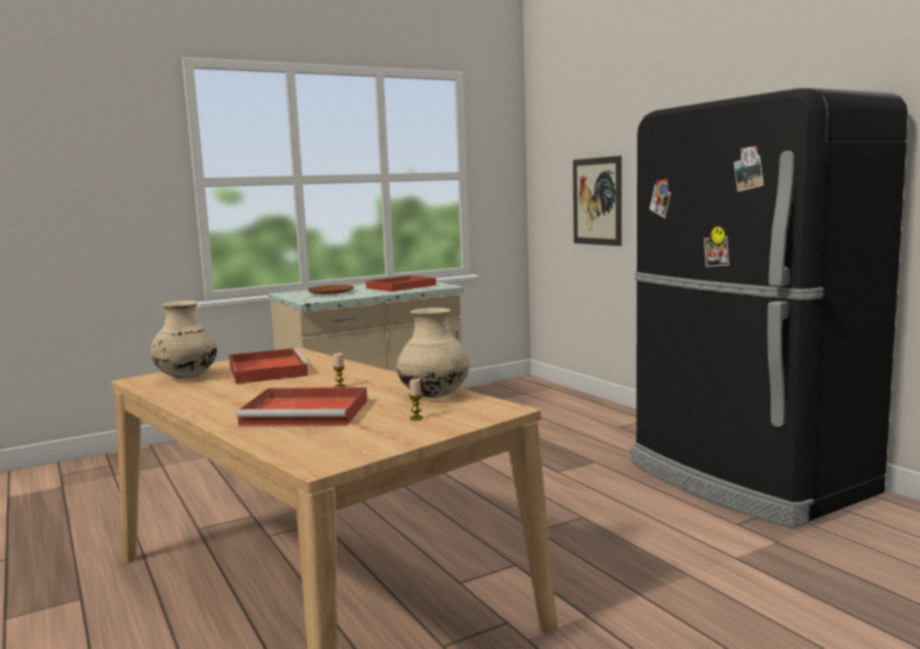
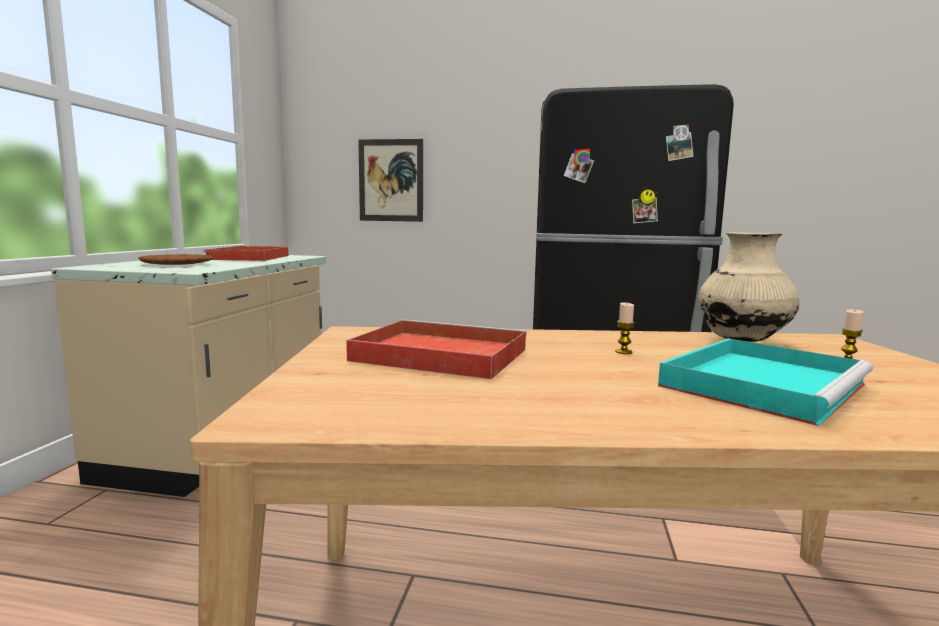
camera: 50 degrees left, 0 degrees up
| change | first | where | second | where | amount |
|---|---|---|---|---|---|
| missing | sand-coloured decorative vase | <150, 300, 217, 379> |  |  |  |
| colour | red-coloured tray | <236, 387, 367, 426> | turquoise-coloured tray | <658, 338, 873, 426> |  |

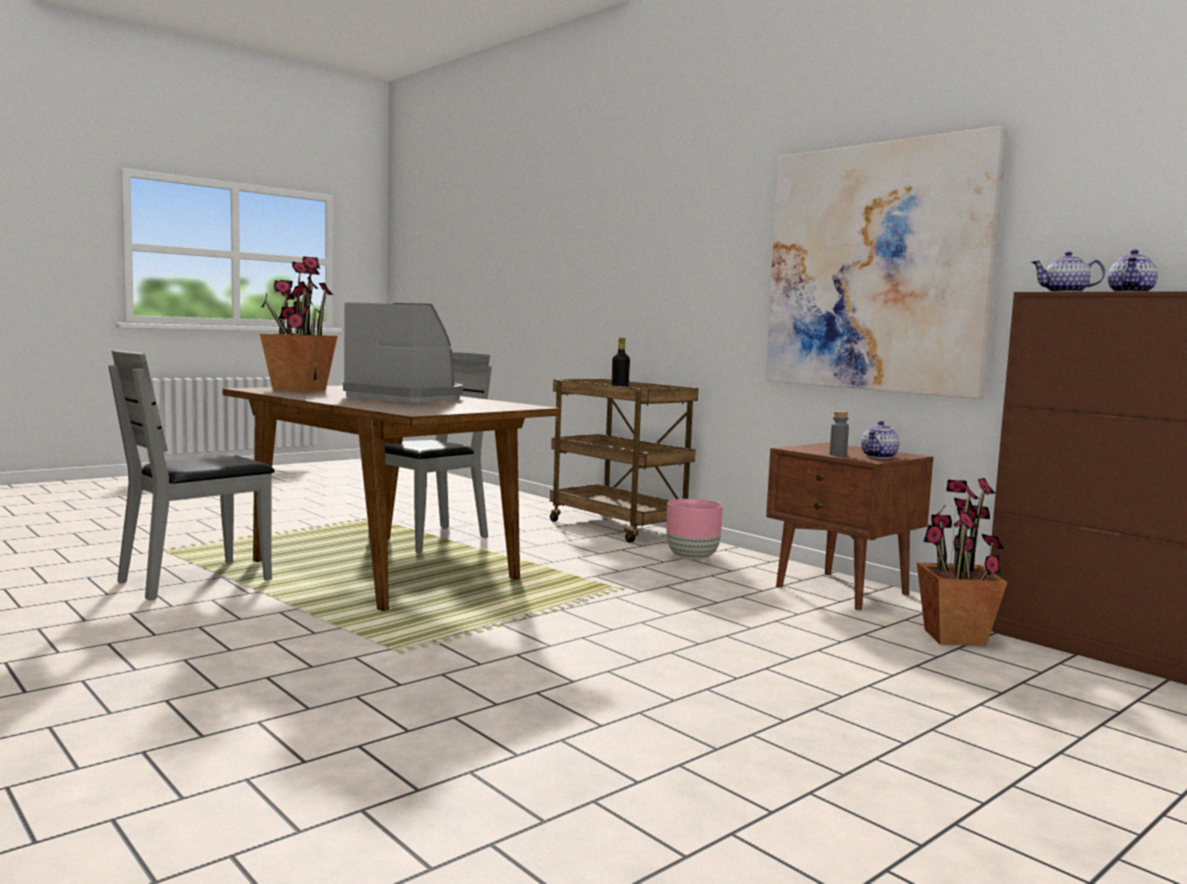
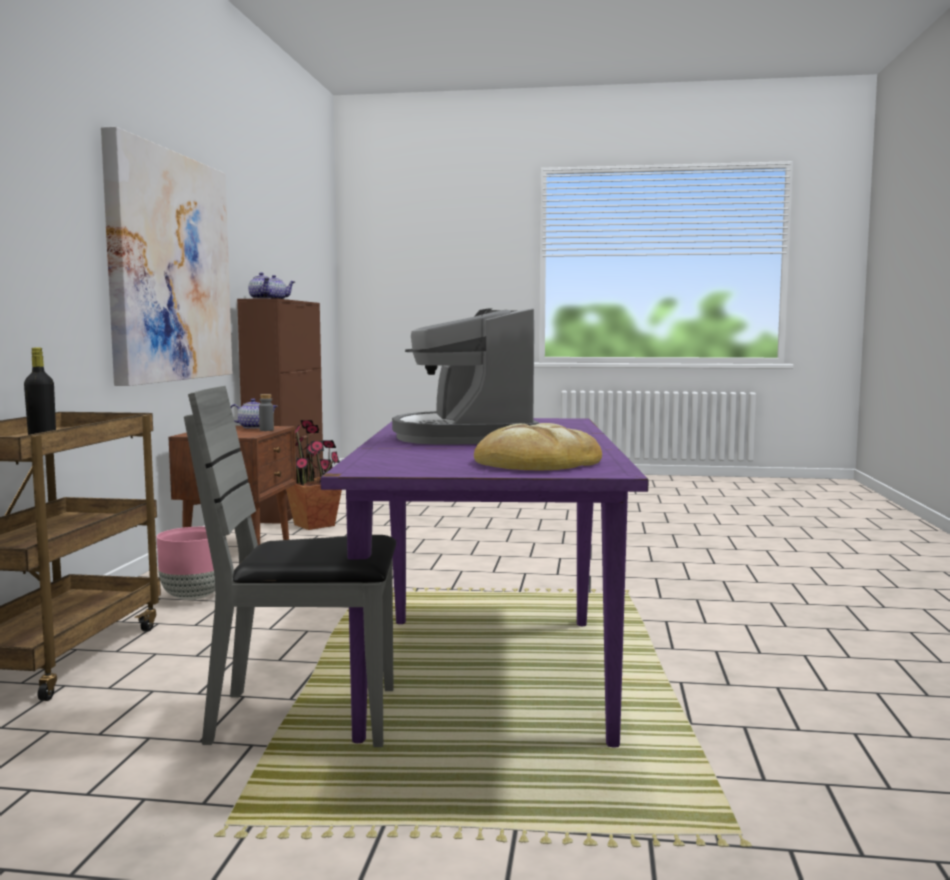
camera: 130 degrees left, 0 degrees up
| change | first | where | second | where | amount |
|---|---|---|---|---|---|
| exchanged | houseplant | <260, 256, 338, 392> | bakery bread | <474, 423, 602, 471> |  |
| missing | greyish plain chair | <108, 350, 275, 600> |  |  |  |
| colour | brownish kitchen table | <223, 386, 561, 611> | purplish kitchen table | <320, 418, 649, 748> |  |

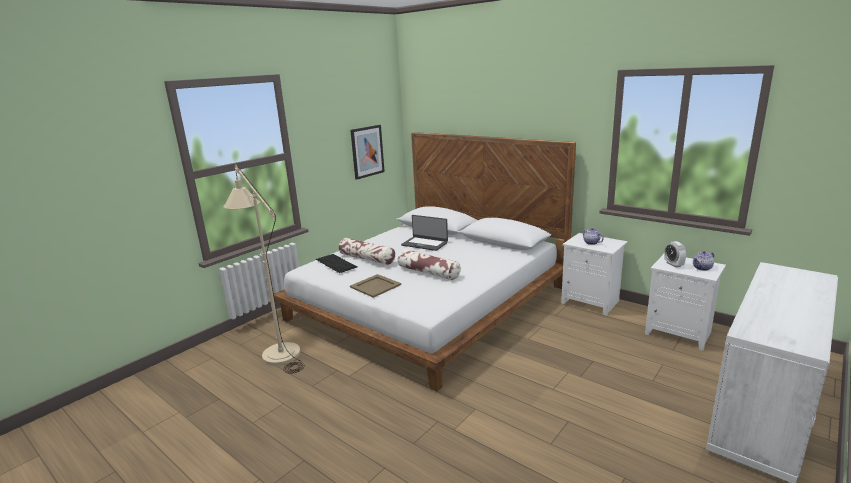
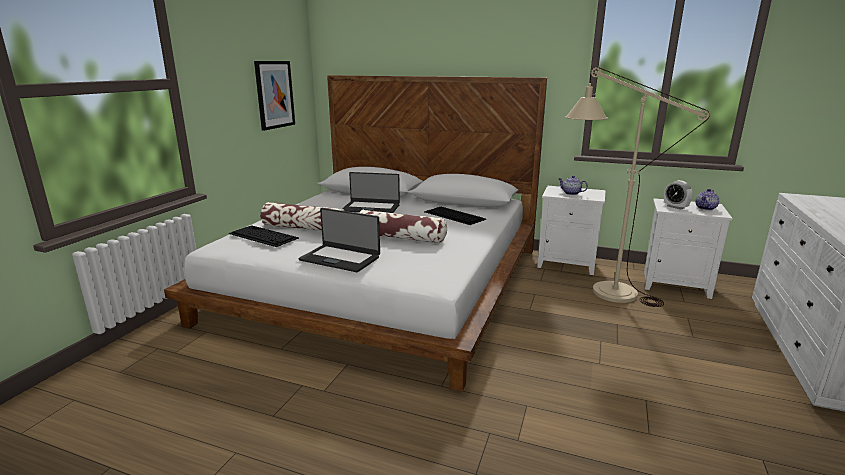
camera: 20 degrees left, 0 degrees up
| change | first | where | second | where | amount |
|---|---|---|---|---|---|
| relocated | sand-coloured standing lamp | <223, 164, 305, 374> |  | <565, 67, 710, 307> |  |
| exchanged | sand-coloured tray | <350, 274, 401, 298> | laptop | <298, 208, 380, 272> |  |
| appeared |  |  | PC keyboard | <424, 207, 486, 225> |  |

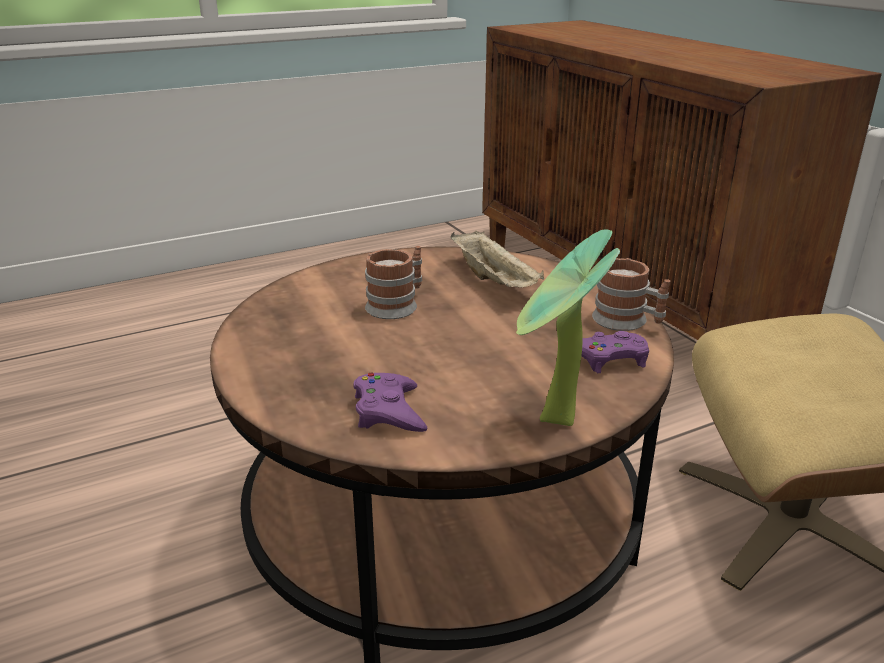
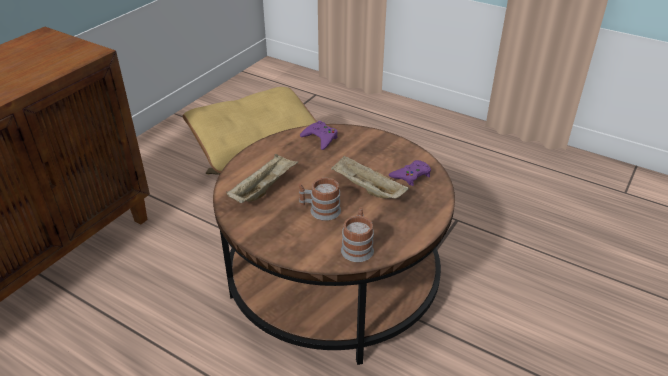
camera: 120 degrees left, 10 degrees up
| change | first | where | second | where | amount |
|---|---|---|---|---|---|
| missing | houseplant | <516, 229, 620, 426> |  |  |  |
| relocated | coffee mug | <592, 258, 671, 331> |  | <341, 207, 374, 262> |  |
| appeared |  |  | sand-coloured tray | <331, 155, 409, 199> |  |

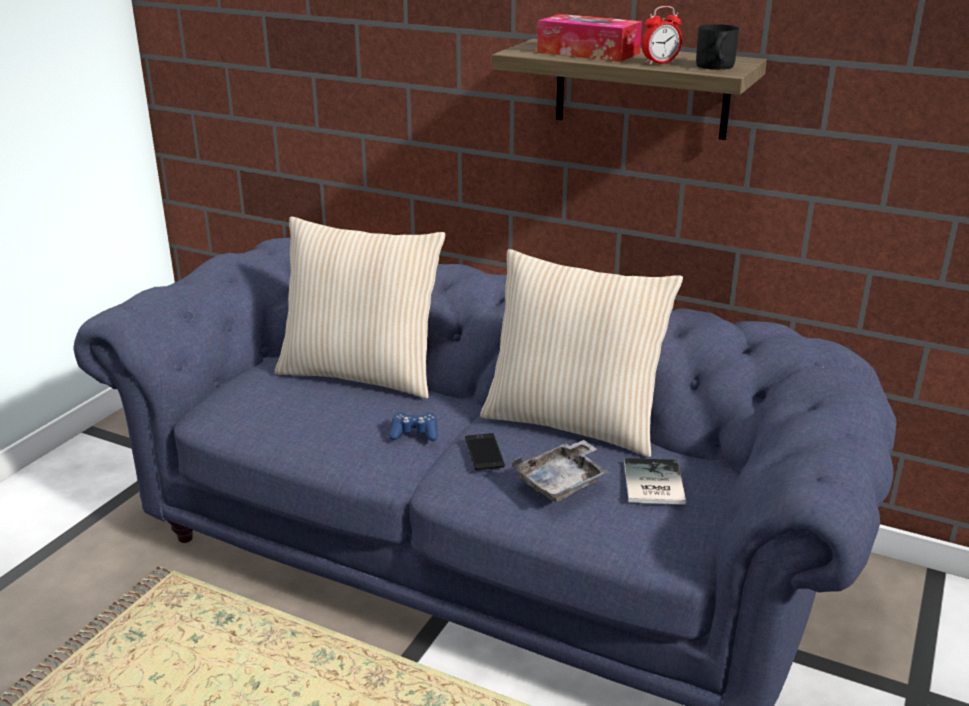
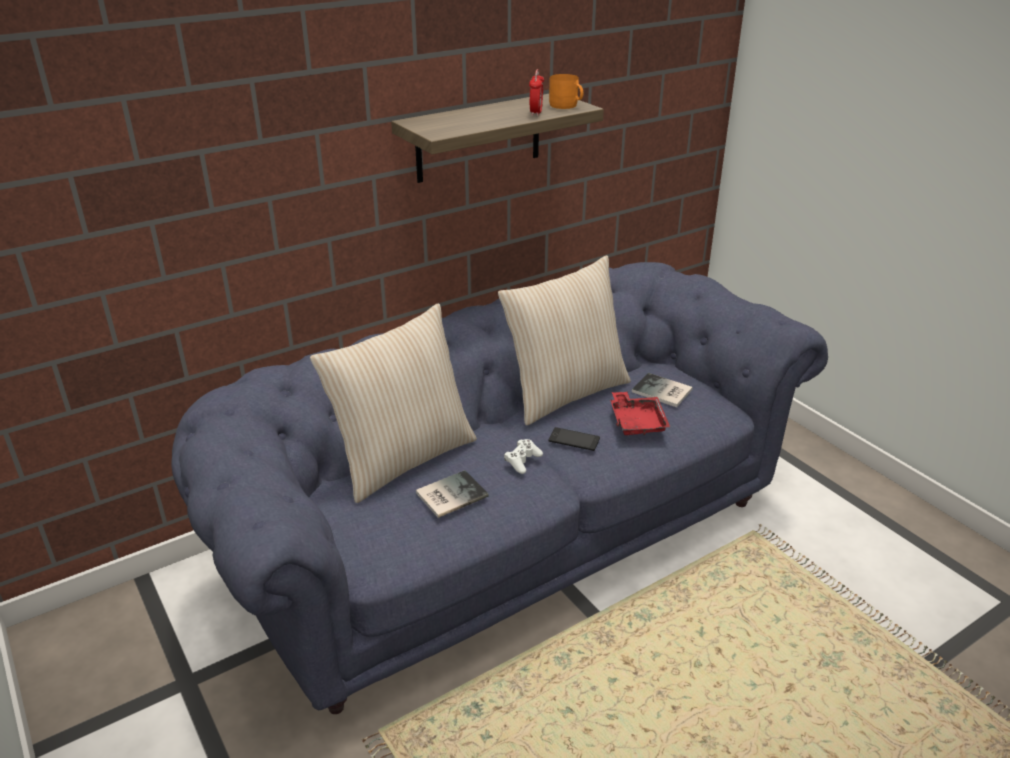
camera: 60 degrees left, 5 degrees up
| change | first | where | second | where | amount |
|---|---|---|---|---|---|
| missing | tissue holder | <537, 14, 642, 62> |  |  |  |
| colour | black-coloured coffee mug | <696, 24, 739, 70> | orangey coffee mug | <549, 74, 583, 109> |  |
| colour | blue-coloured joypad | <389, 412, 438, 441> | white joypad | <504, 439, 543, 474> |  |
| colour | greyish tray | <512, 440, 610, 502> | red-coloured tray | <610, 392, 670, 435> |  |
| appeared |  |  | book | <416, 470, 489, 518> |  |

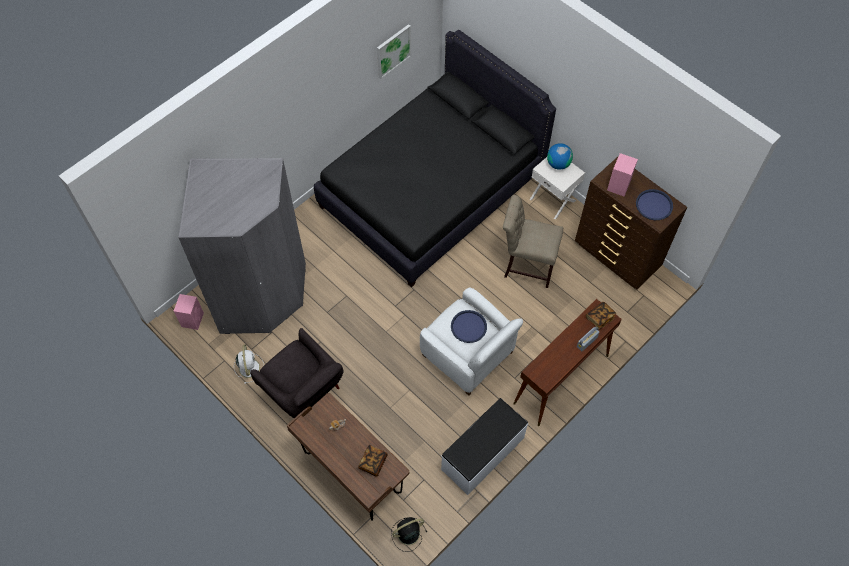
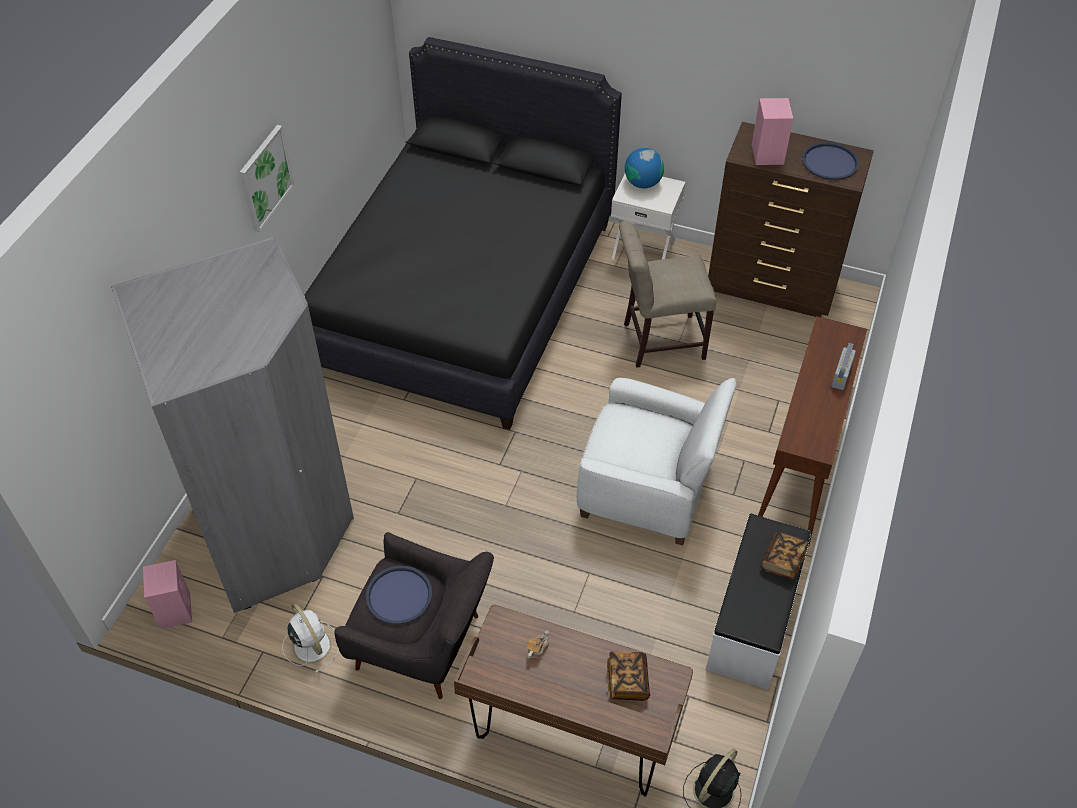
camera: 25 degrees left, 10 degrees down
| change | first | where | second | where | amount |
|---|---|---|---|---|---|
| relocated | picture | <377, 24, 411, 79> |  | <240, 125, 294, 232> |  |
| relocated | book | <586, 302, 616, 330> |  | <761, 532, 808, 579> |  |
| relocated | blue-coloured tray | <451, 310, 487, 343> |  | <366, 566, 432, 624> |  |

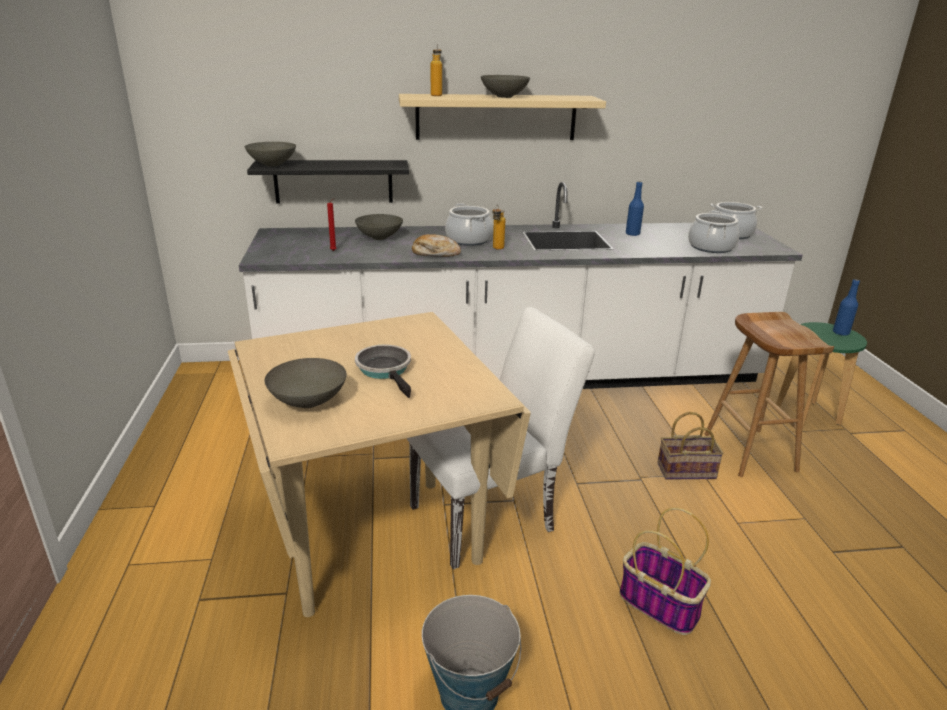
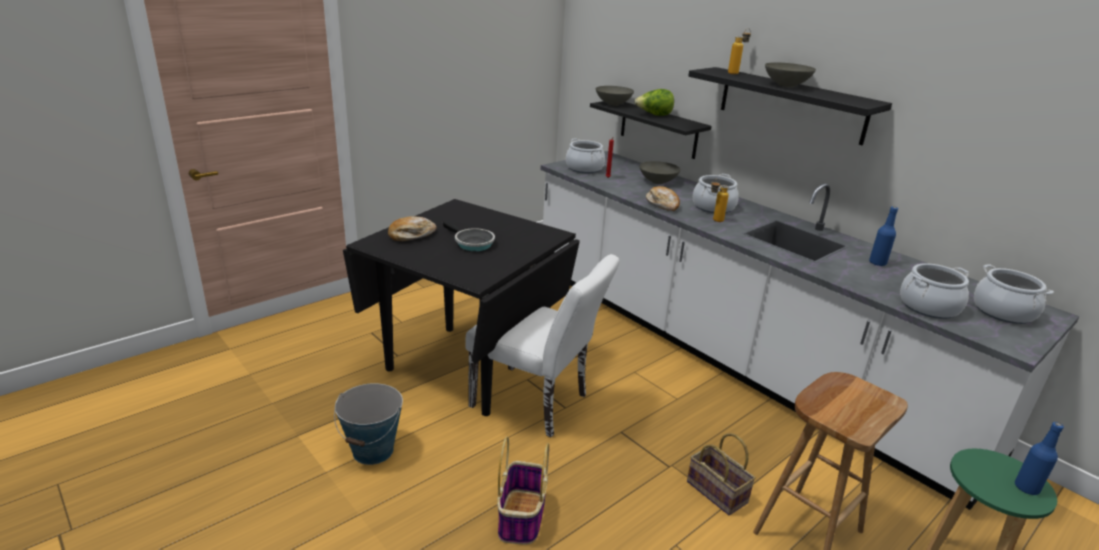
camera: 55 degrees right, 0 degrees up
| change | first | where | second | where | amount |
|---|---|---|---|---|---|
| colour | sand-coloured wall shelf | <399, 94, 606, 140> | black-coloured wall shelf | <688, 67, 892, 145> |  |
| colour | sand-coloured kitchen table | <228, 312, 531, 617> | black-coloured kitchen table | <343, 199, 580, 416> |  |
| spun | frying pan | <355, 345, 411, 398> |  | <443, 221, 495, 251> | 105 degrees clockwise |
| exchanged | greyish serving bowl | <265, 358, 347, 408> | bakery bread | <388, 216, 436, 241> |  |
| appeared |  |  | lettuce head | <634, 89, 674, 116> |  |
| appeared |  |  | saucepot | <566, 138, 605, 173> |  |

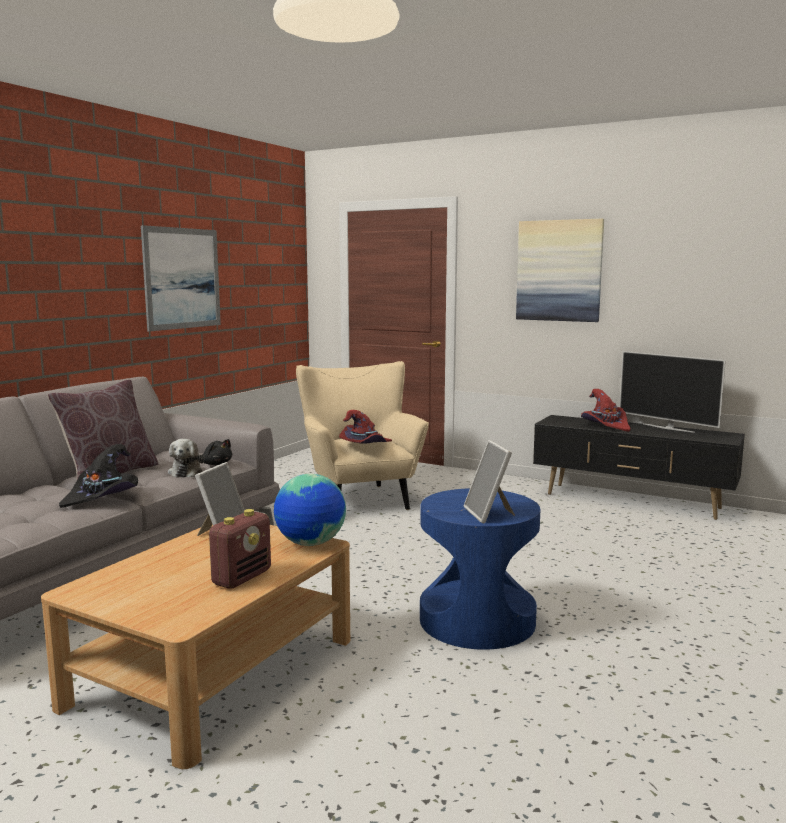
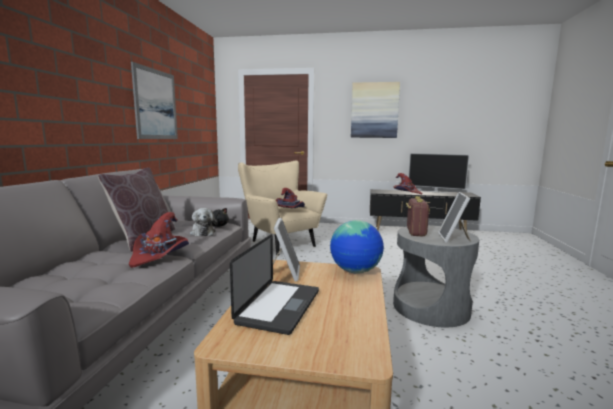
camera: 20 degrees left, 0 degrees up
| change | first | where | second | where | amount |
|---|---|---|---|---|---|
| spun | photo frame | <464, 440, 515, 523> |  | <438, 192, 471, 243> | 45 degrees clockwise |
| colour | black-coloured clothing hat | <59, 444, 138, 508> | red-coloured clothing hat | <129, 212, 189, 268> |  |
| colour | blue-coloured accent table | <420, 488, 540, 650> | greyish accent table | <393, 225, 479, 327> |  |
| relocated | radio set | <209, 509, 271, 589> |  | <406, 196, 430, 236> |  |
| appeared |  |  | laptop | <230, 234, 319, 335> |  |

